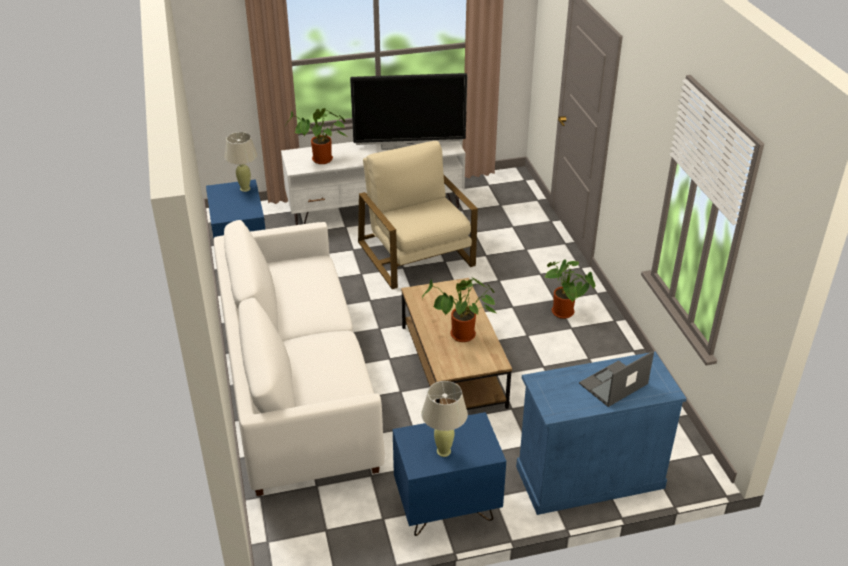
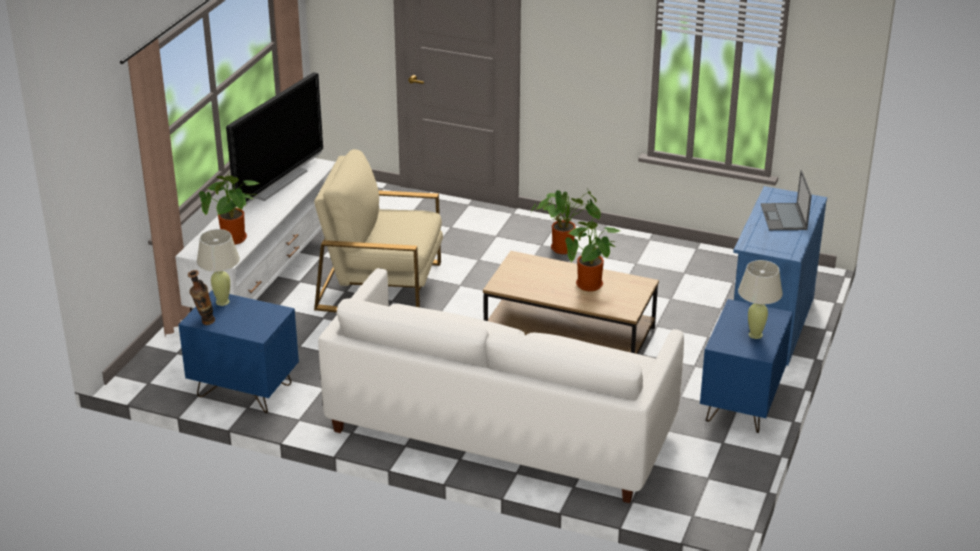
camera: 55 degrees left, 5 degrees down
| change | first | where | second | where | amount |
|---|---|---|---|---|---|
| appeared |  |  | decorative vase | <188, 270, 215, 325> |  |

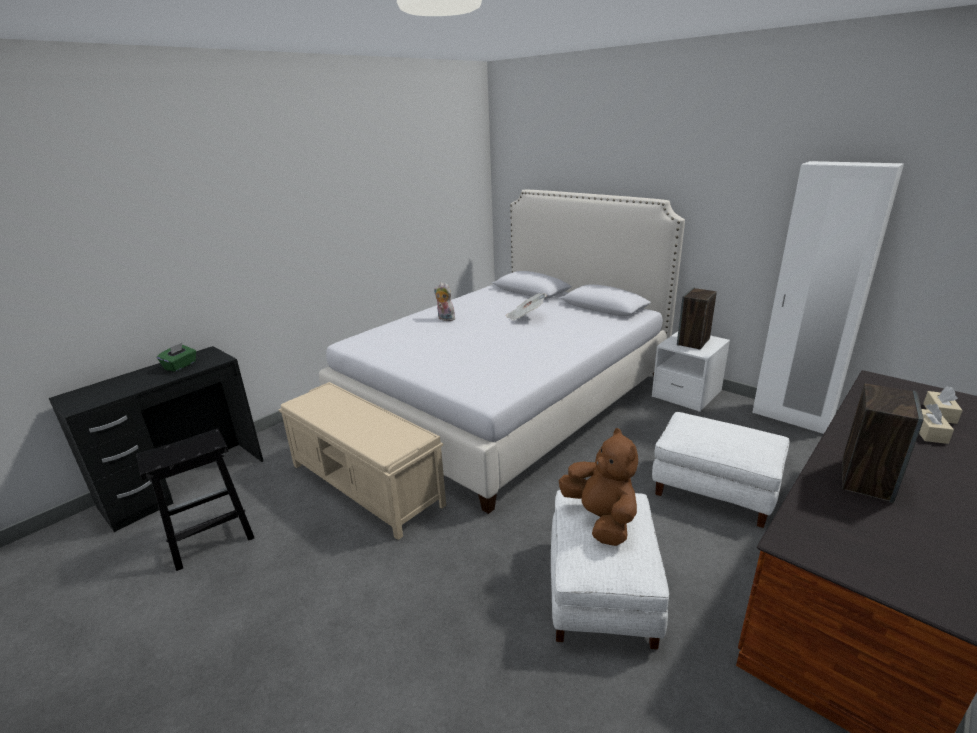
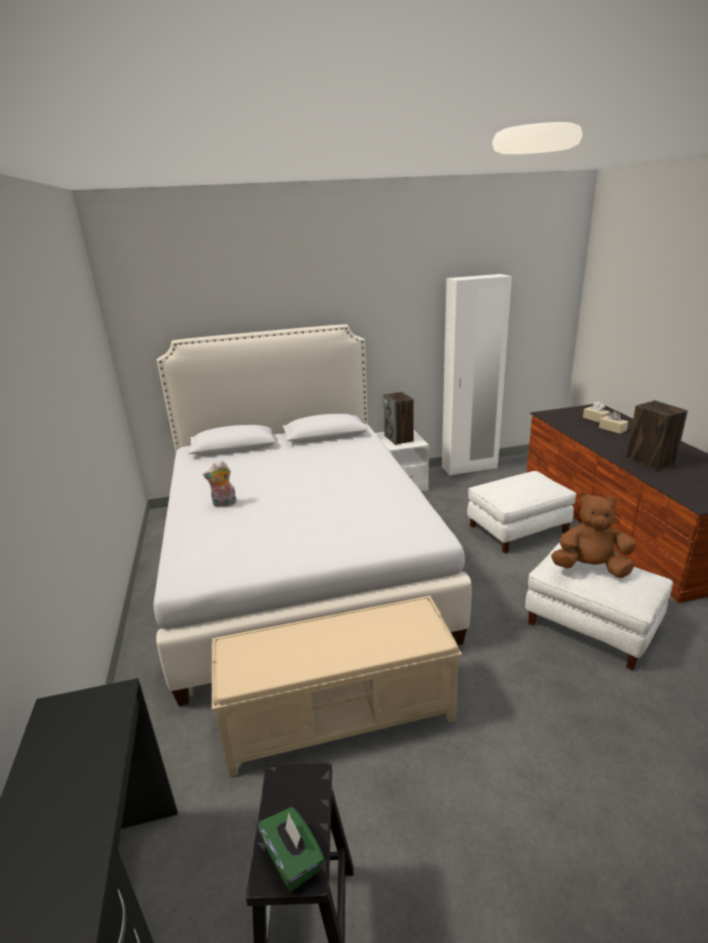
camera: 55 degrees left, 0 degrees up
| change | first | where | second | where | amount |
|---|---|---|---|---|---|
| missing | newspaper | <506, 293, 547, 321> |  |  |  |
| relocated | green-coloured tissue holder | <157, 343, 196, 372> |  | <258, 807, 324, 892> |  |

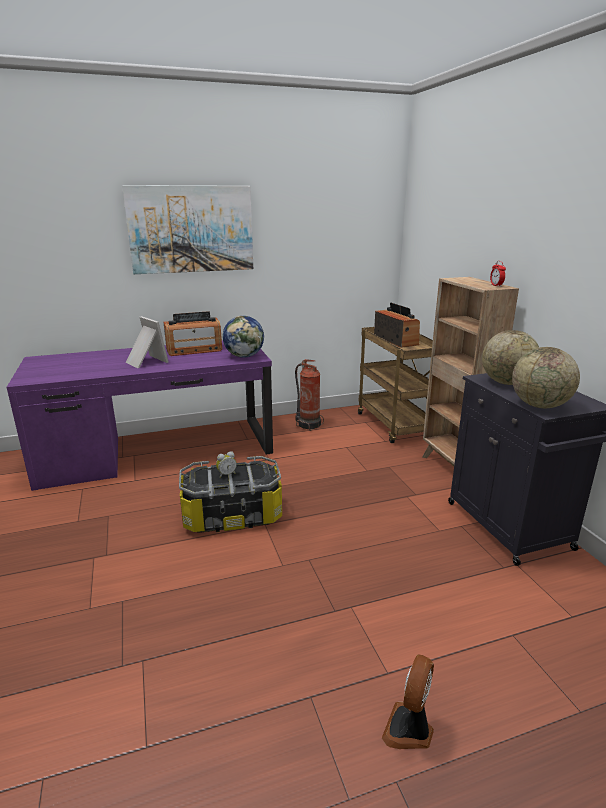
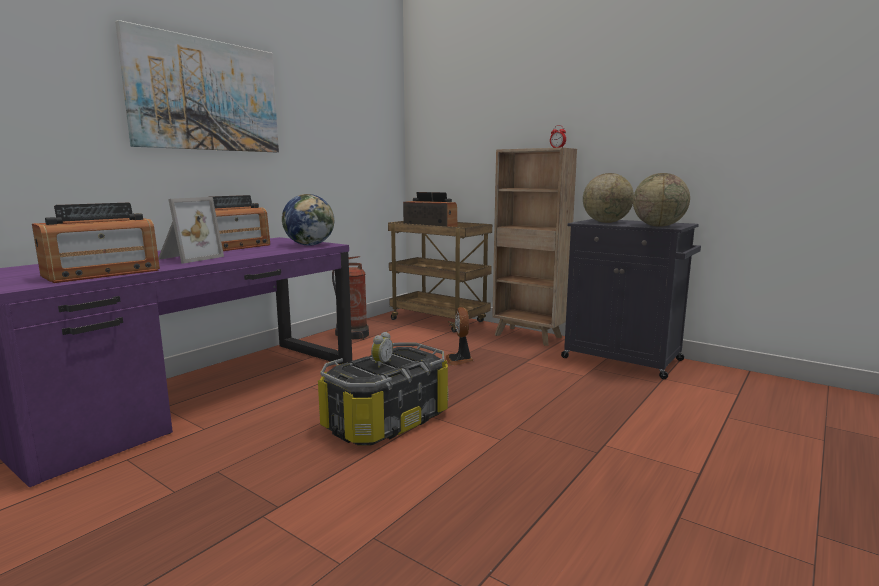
camera: 35 degrees left, 10 degrees down
| change | first | where | second | where | amount |
|---|---|---|---|---|---|
| spun | photo frame | <126, 316, 168, 368> |  | <158, 197, 224, 263> | 105 degrees clockwise |
| relocated | fan | <382, 654, 434, 749> |  | <446, 307, 473, 365> |  |
| appeared |  |  | radio set | <32, 203, 160, 283> |  |

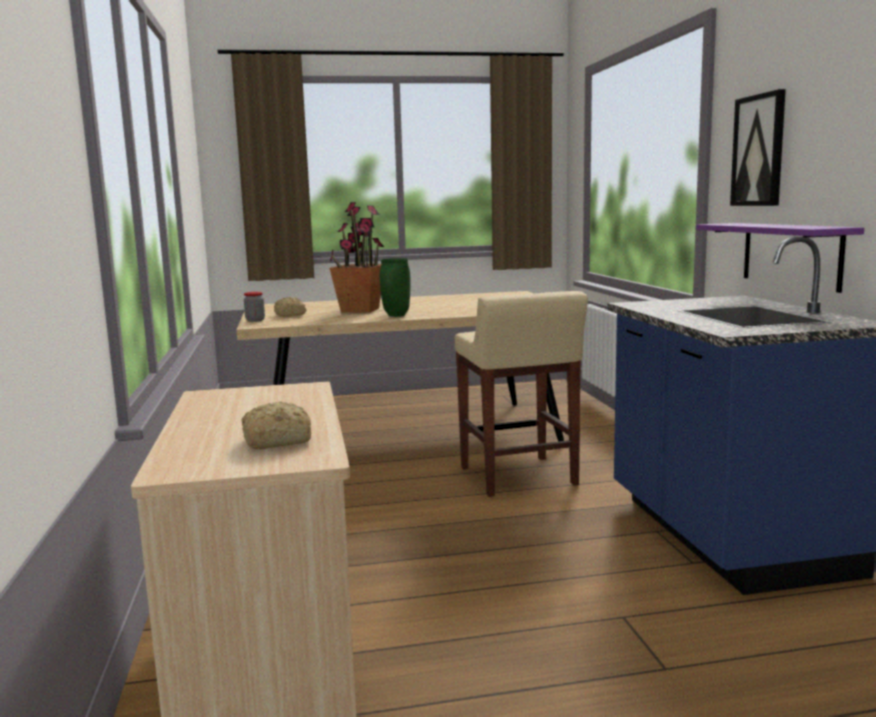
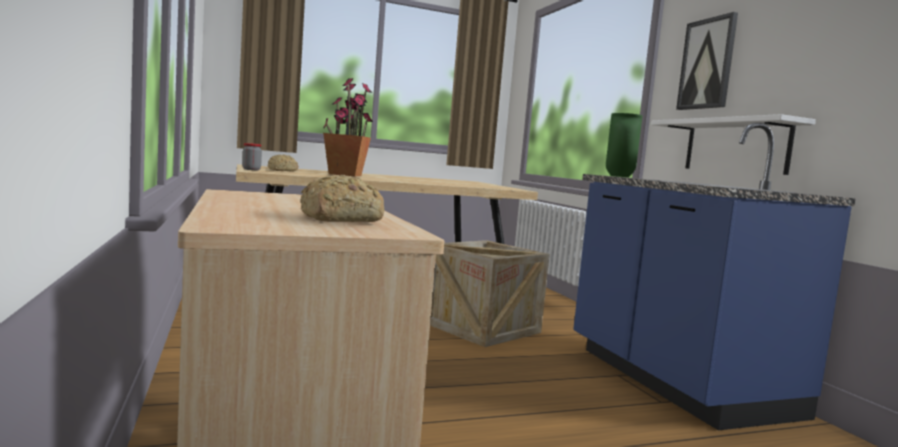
camera: 10 degrees left, 5 degrees down
| change | first | where | second | where | amount |
|---|---|---|---|---|---|
| colour | purplish wall shelf | <696, 223, 864, 293> | white wall shelf | <651, 114, 816, 175> |  |
| relocated | green-coloured decorative vase | <380, 258, 411, 317> |  | <606, 113, 642, 177> |  |
| exchanged | sand-coloured stool seat | <455, 291, 588, 497> | packing crate | <430, 240, 550, 347> |  |

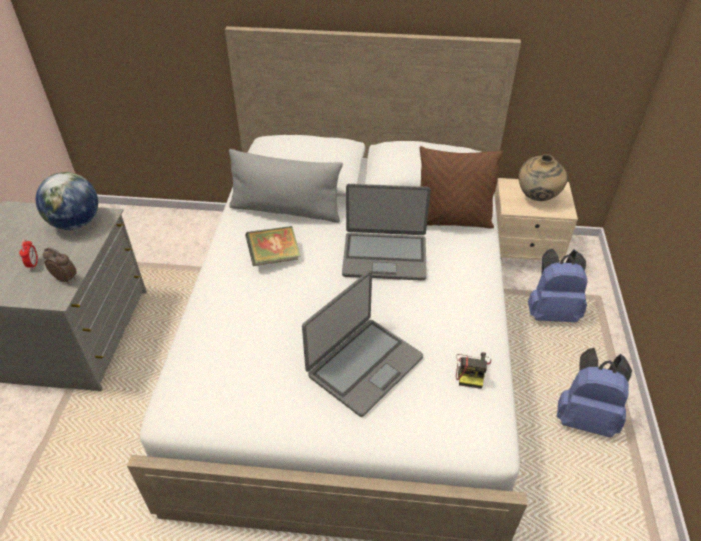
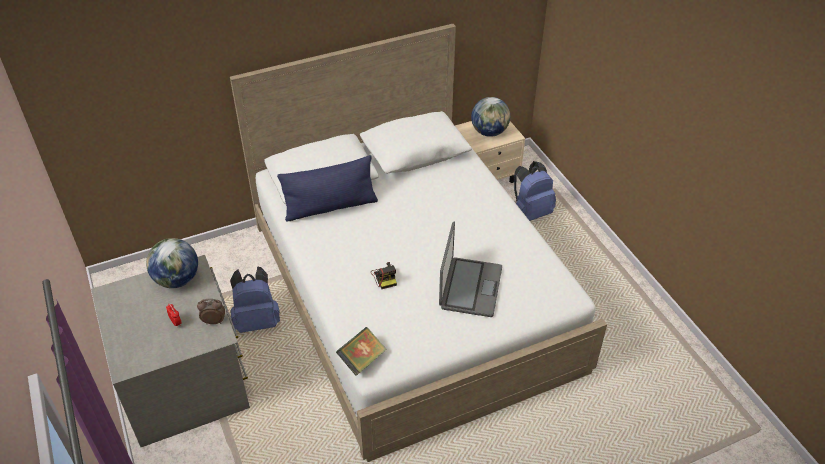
camera: 30 degrees left, 0 degrees up
| change | first | where | second | where | amount |
|---|---|---|---|---|---|
| missing | brownish throw pillow | <419, 146, 504, 229> |  |  |  |
| colour | greyish throw pillow | <229, 149, 343, 223> | blue-coloured throw pillow | <277, 155, 378, 222> |  |
| exchanged | sand-coloured decorative vase | <518, 154, 568, 201> | world globe | <471, 97, 510, 137> |  |
| missing | laptop | <342, 184, 431, 281> |  |  |  |
| relocated | book | <245, 226, 301, 266> |  | <336, 327, 387, 376> |  |
| relocated | blue-coloured rucksack | <557, 348, 632, 438> |  | <230, 266, 280, 333> |  |
| relocated | still camera | <456, 352, 491, 389> |  | <371, 262, 397, 289> |  |

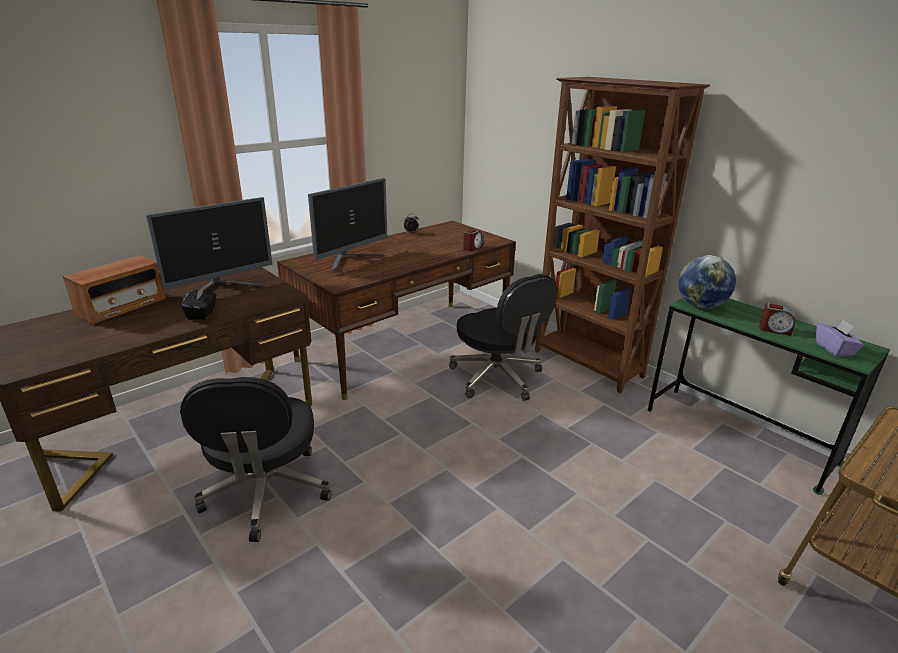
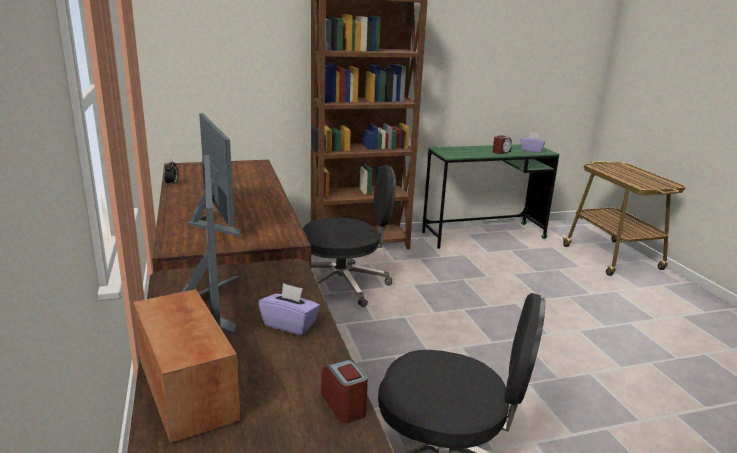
camera: 65 degrees left, 5 degrees down
| change | first | where | second | where | amount |
|---|---|---|---|---|---|
| relocated | alarm clock | <463, 229, 483, 251> |  | <321, 359, 368, 423> |  |
| missing | world globe | <678, 255, 736, 308> |  |  |  |
| colour | black-coloured tissue holder | <181, 286, 216, 320> | purplish tissue holder | <258, 283, 320, 335> |  |

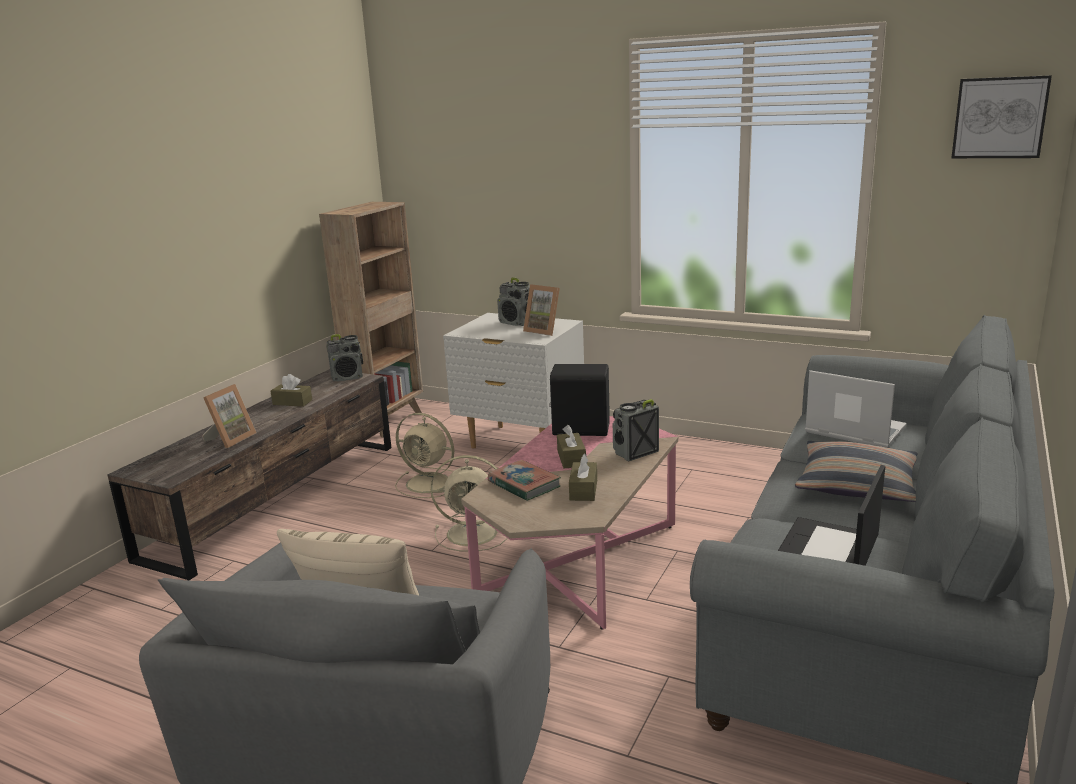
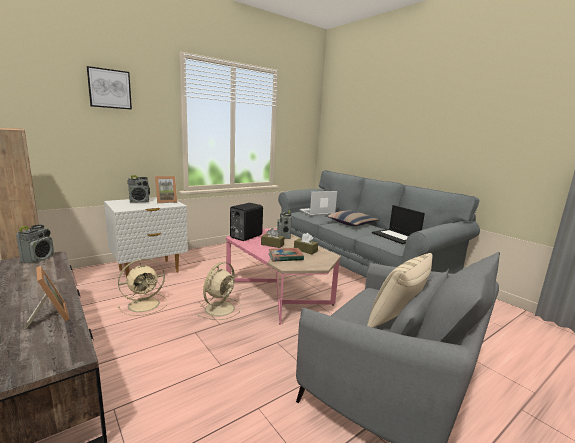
camera: 65 degrees left, 5 degrees down
| change | first | where | second | where | amount |
|---|---|---|---|---|---|
| relocated | picture | <952, 75, 1052, 158> |  | <87, 66, 132, 109> |  |
| missing | brownish tissue holder | <270, 374, 312, 407> |  |  |  |

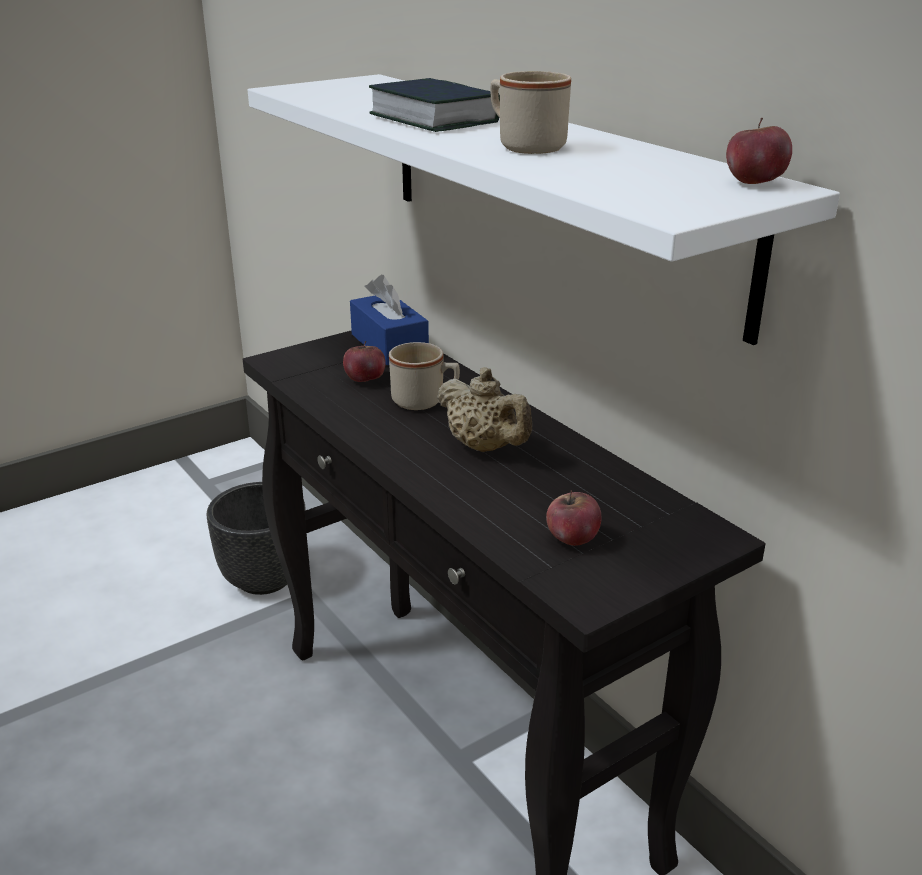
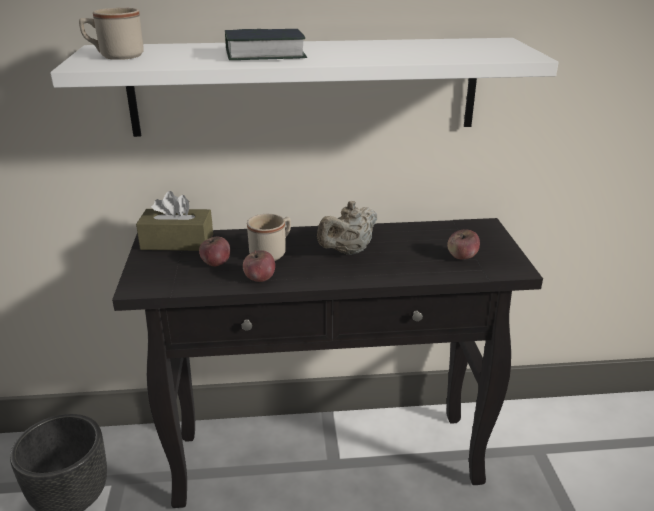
camera: 60 degrees left, 0 degrees up
| change | first | where | second | where | amount |
|---|---|---|---|---|---|
| relocated | sand-coloured coffee mug | <490, 71, 571, 154> |  | <79, 8, 144, 60> |  |
| relocated | whole apple | <726, 118, 792, 184> |  | <243, 250, 275, 282> |  |
| colour | blue-coloured tissue holder | <350, 275, 429, 365> | brownish tissue holder | <136, 191, 213, 251> |  |
| spun | sand-coloured tea pot | <437, 367, 532, 452> |  | <317, 201, 377, 255> | 150 degrees clockwise |

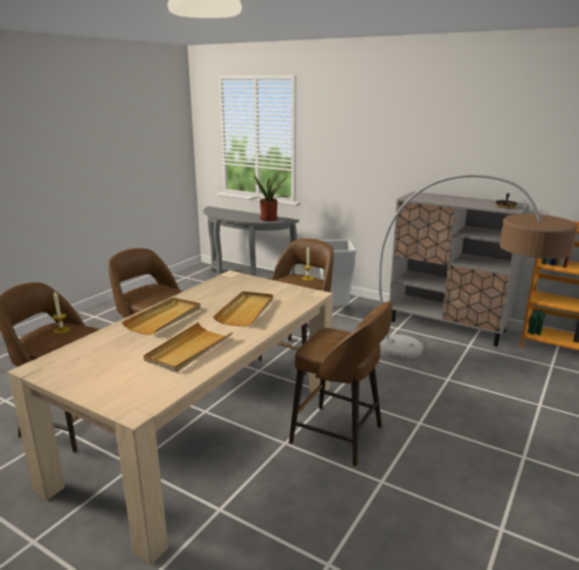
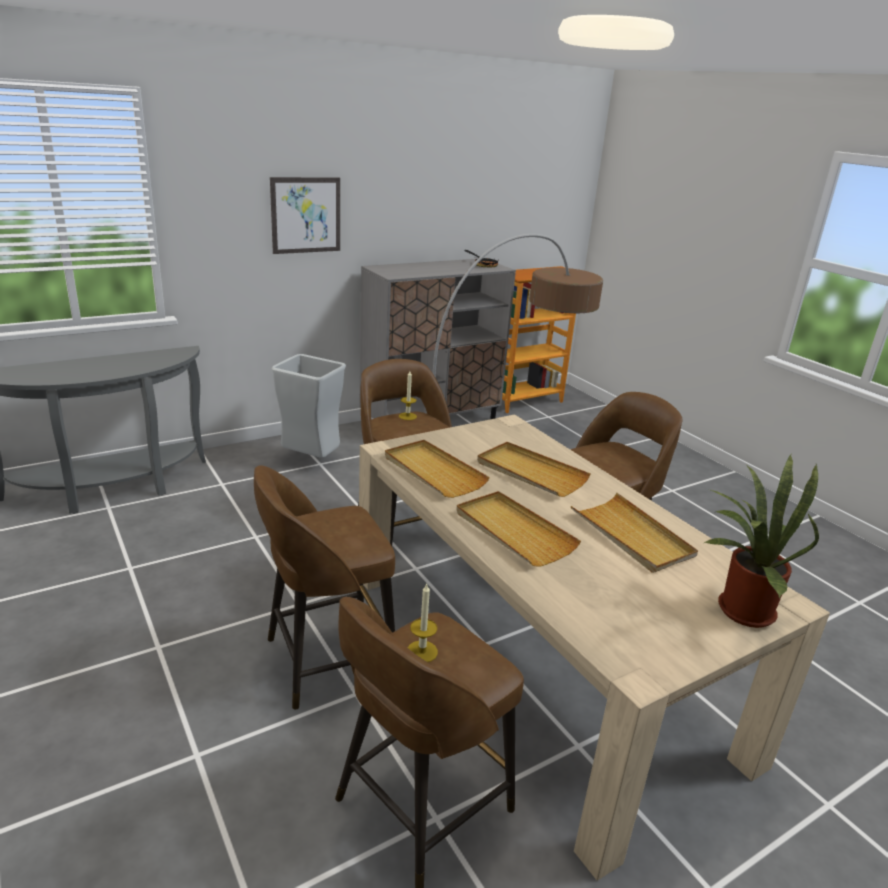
camera: 65 degrees left, 5 degrees up
| change | first | where | second | where | amount |
|---|---|---|---|---|---|
| relocated | houseplant | <245, 170, 291, 221> |  | <704, 455, 819, 628> |  |
| appeared |  |  | picture | <270, 177, 340, 254> |  |
| appeared |  |  | sand-coloured tray | <385, 440, 490, 498> |  |

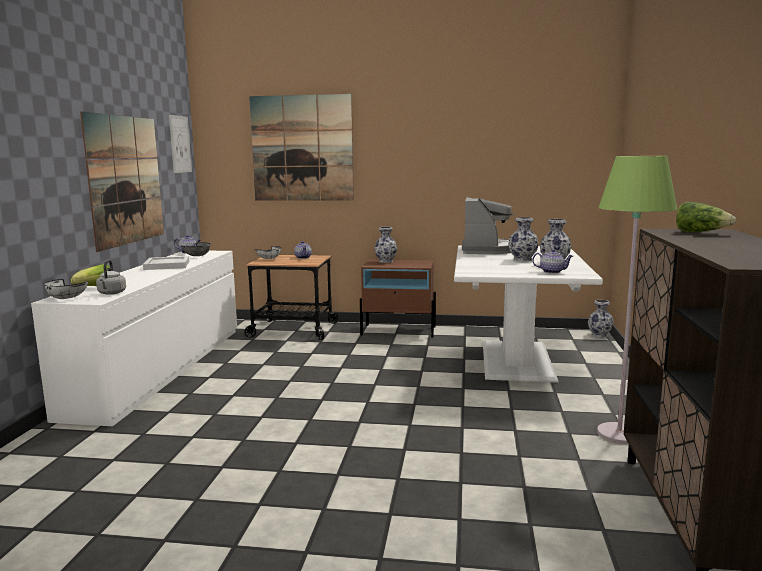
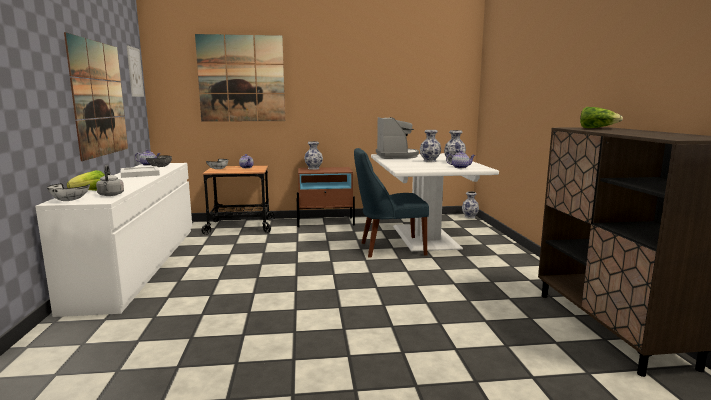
camera: 15 degrees left, 0 degrees up
| change | first | where | second | where | amount |
|---|---|---|---|---|---|
| missing | green-coloured standing lamp | <597, 156, 678, 445> |  |  |  |
| appeared |  |  | blue-coloured plain chair | <354, 148, 429, 258> |  |

